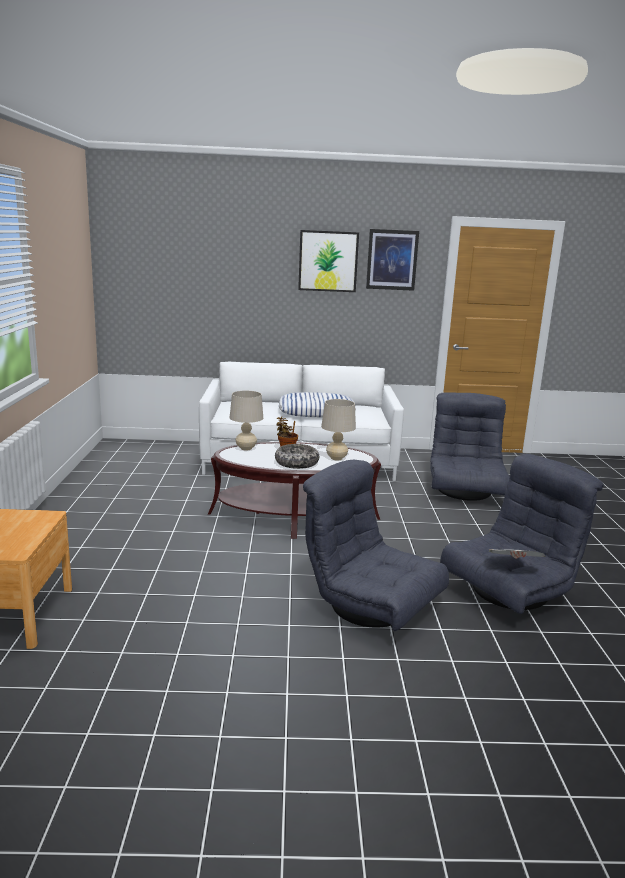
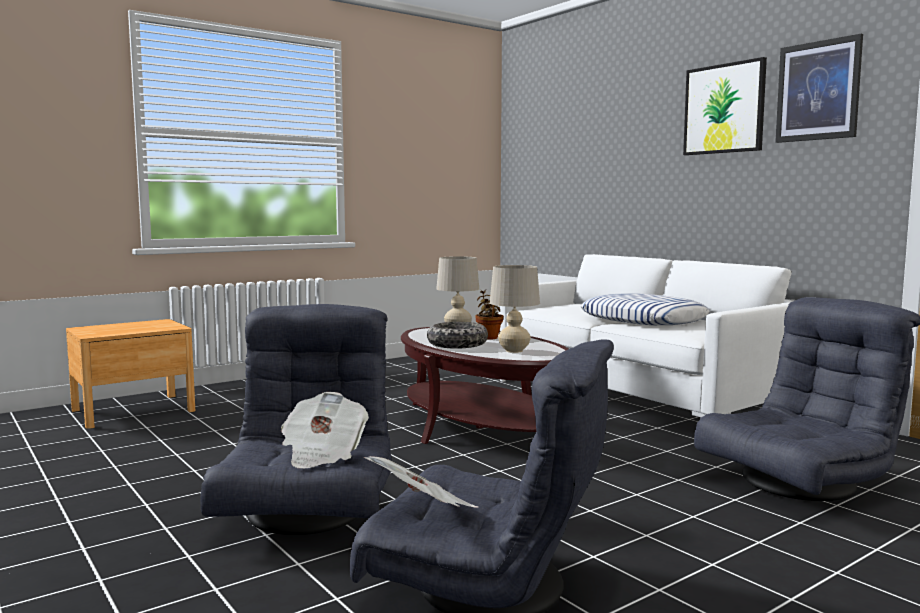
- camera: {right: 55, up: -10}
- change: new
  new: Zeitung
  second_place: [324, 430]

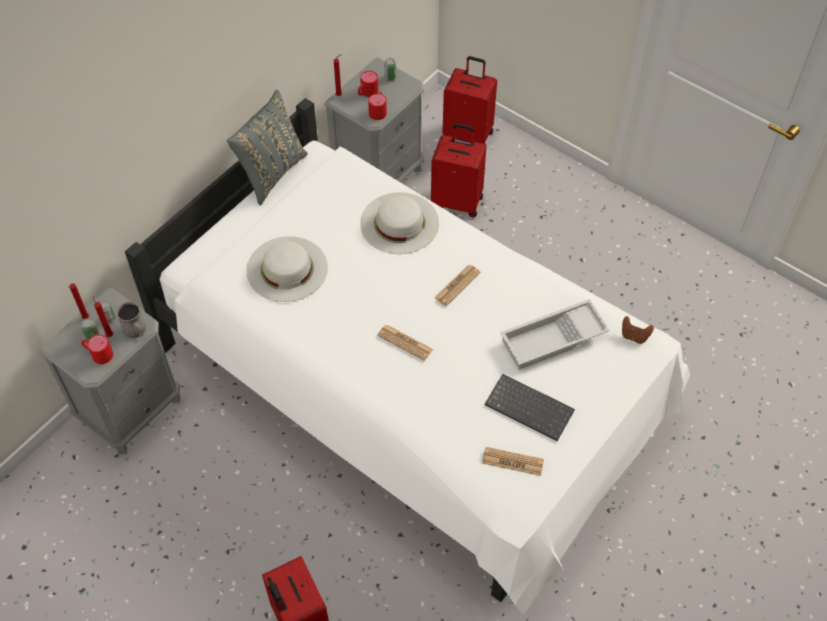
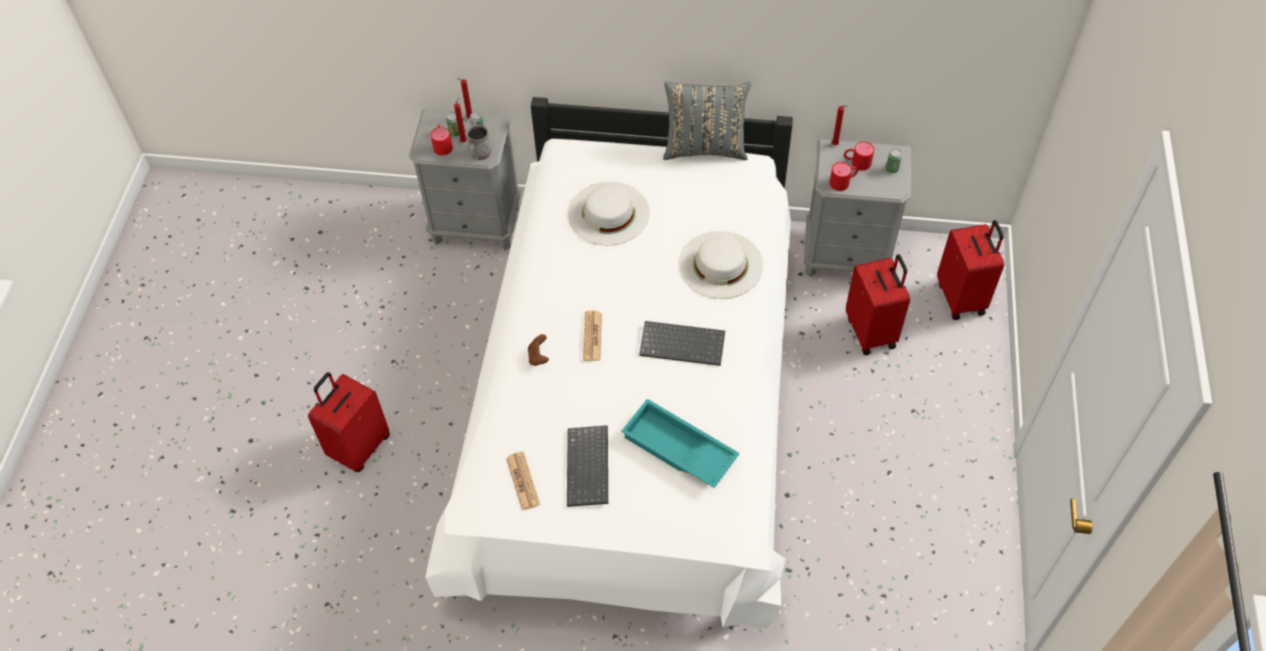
- camera: {right: 60, up: 0}
- change: shifted
  old: Gamepad [braun]
  first_place: [638, 330]
  second_place: [538, 350]
- change: repainted
  old: Tablett [weiß]
  new: Tablett [türkis]
  first_place: [555, 334]
  second_place: [680, 443]
- change: swapped
  old: Zeitung
  new: Tastatur
  first_place: [458, 285]
  second_place: [682, 343]

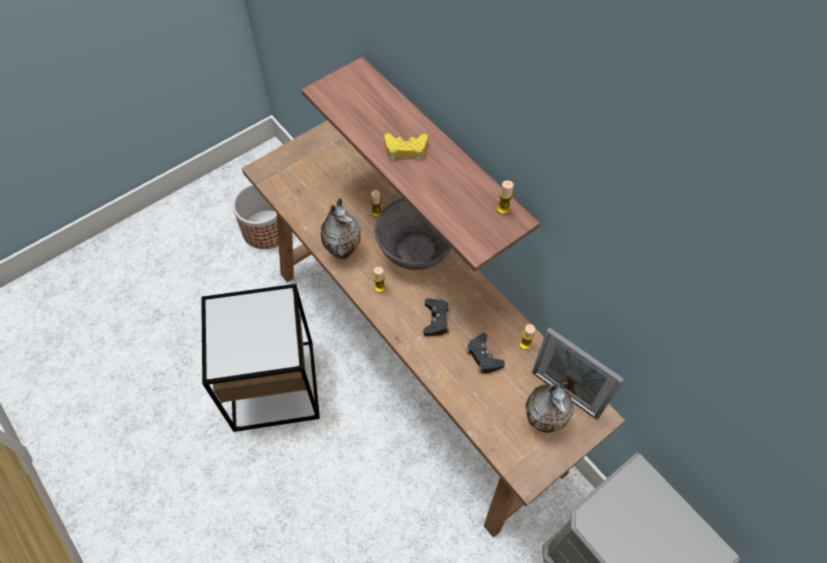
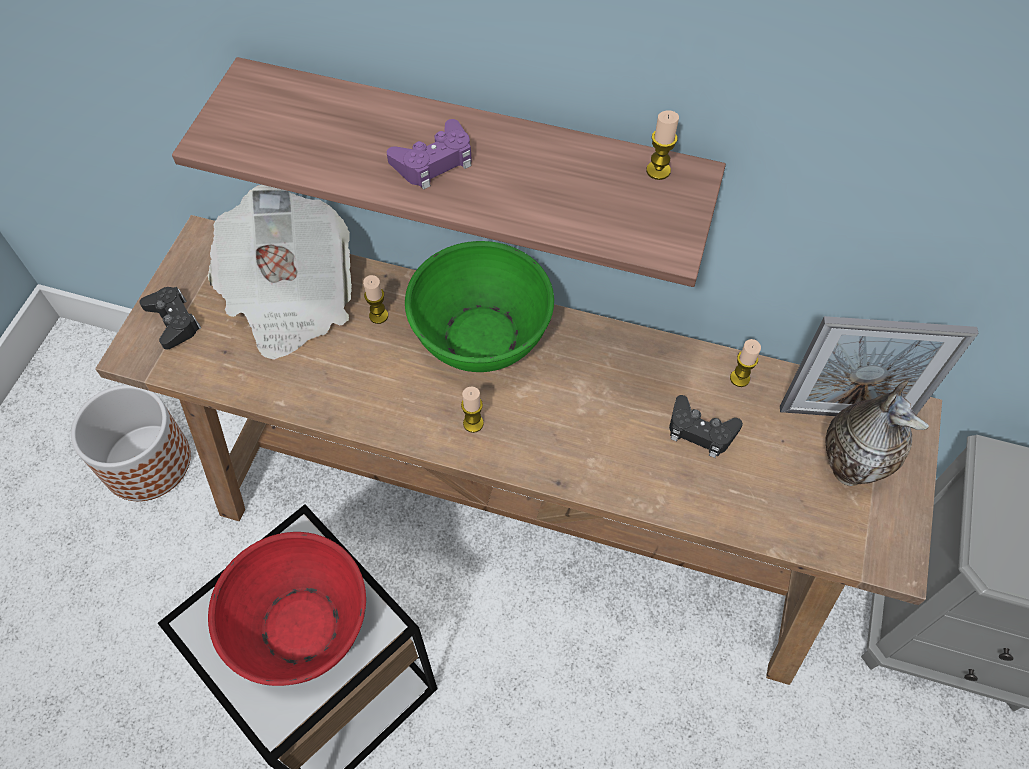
- camera: {right: -35, up: 0}
- change: shifted
  old: Gamepad [schwarz]
  first_place: [436, 317]
  second_place: [170, 318]
- change: new
  new: Zeitung
  second_place: [279, 272]
- change: new
  new: Schüssel [rot]
  second_place: [287, 609]
- change: repainted
  old: Gamepad [gelb]
  new: Gamepad [lila]
  first_place: [406, 147]
  second_place: [429, 154]
- change: repainted
  old: Schüssel [grau]
  new: Schüssel [grün]
  first_place: [413, 234]
  second_place: [479, 306]
- change: gone
  old: Vase
  first_place: [341, 229]

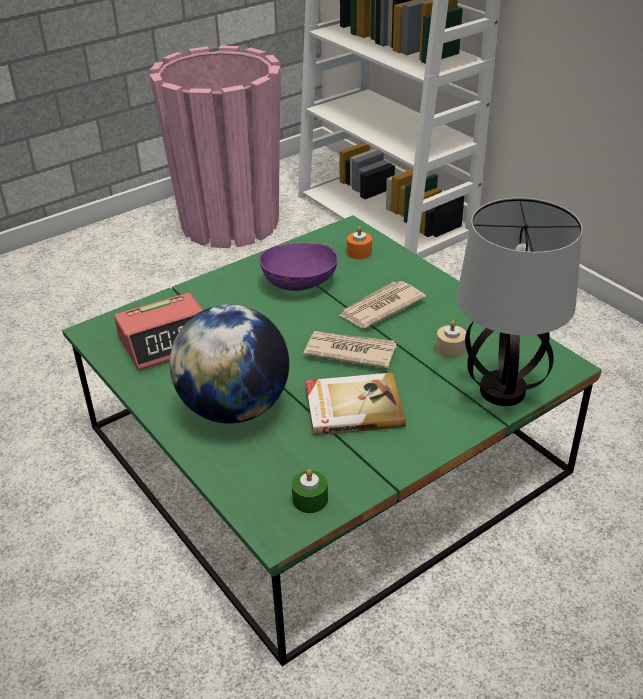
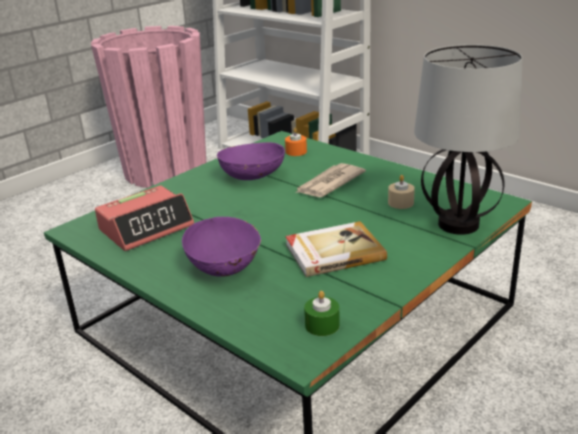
- camera: {right: -10, up: -10}
- change: swapped
  old: Globus
  new: Schüssel [lila]
  first_place: [229, 364]
  second_place: [221, 247]
- change: gone
  old: Zeitung
  first_place: [350, 349]

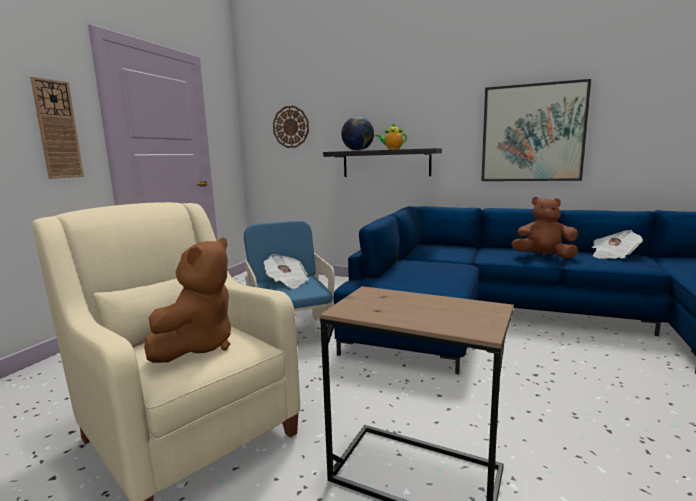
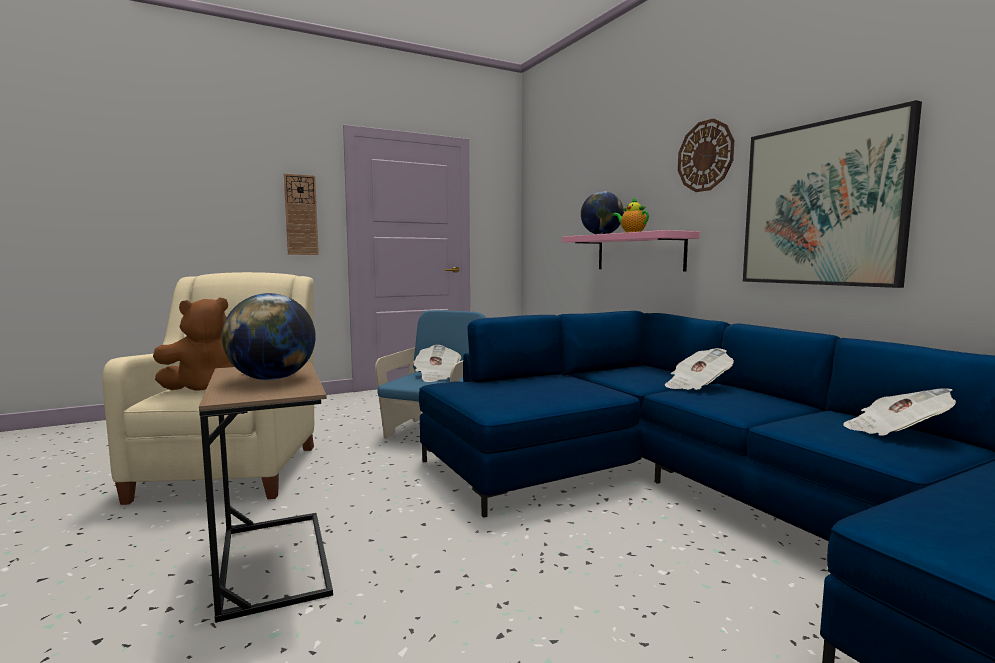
- camera: {right: 40, up: -5}
- change: new
  new: Globus
  second_place: [269, 336]
- change: repainted
  old: Wandregal [schwarz]
  new: Wandregal [rosa]
  first_place: [382, 162]
  second_place: [631, 250]
- change: new
  new: Zeitung
  second_place: [699, 369]
- change: shifted
  old: Wanduhr
  first_place: [291, 127]
  second_place: [706, 155]
- change: gone
  old: Plüschtier [braun]
  first_place: [544, 227]

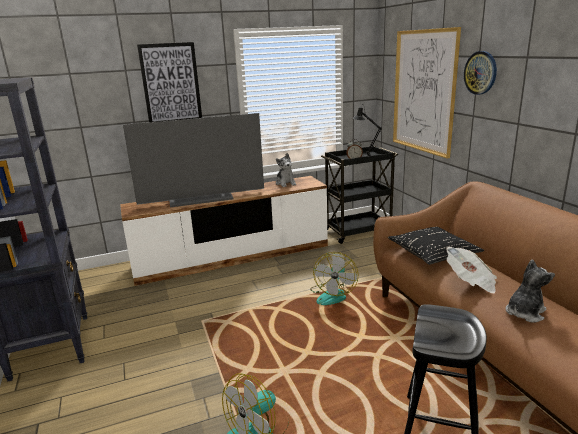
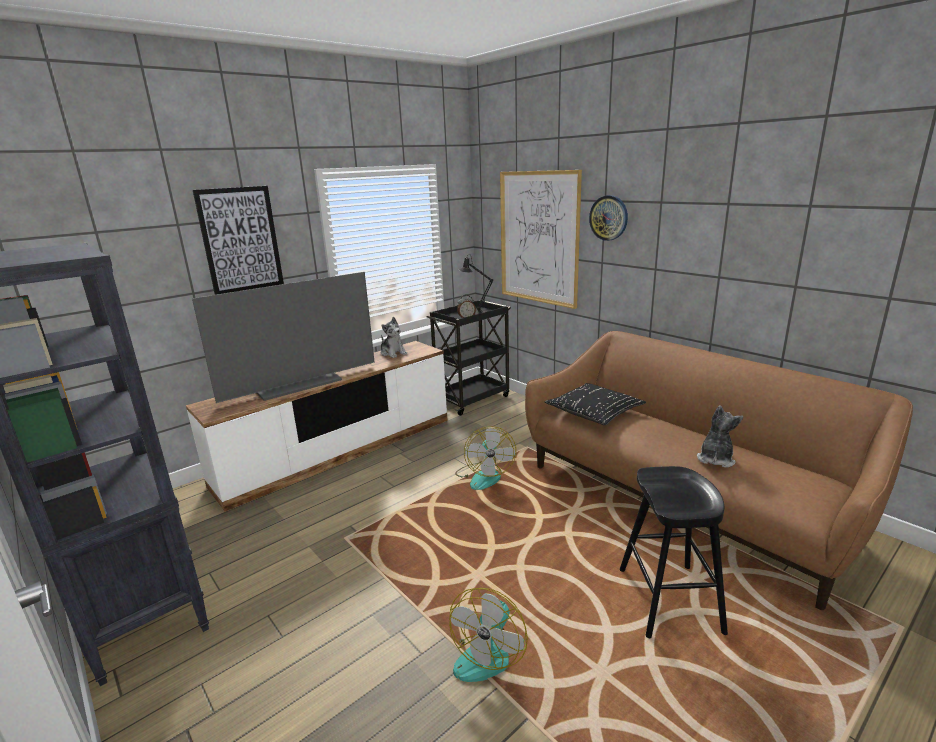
- camera: {right: -20, up: 0}
- change: gone
  old: Zeitung
  first_place: [471, 270]

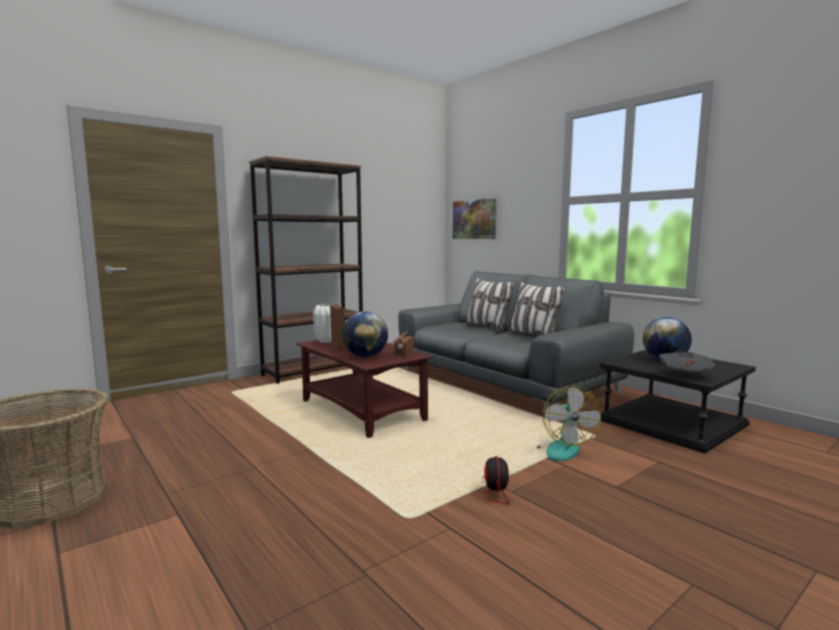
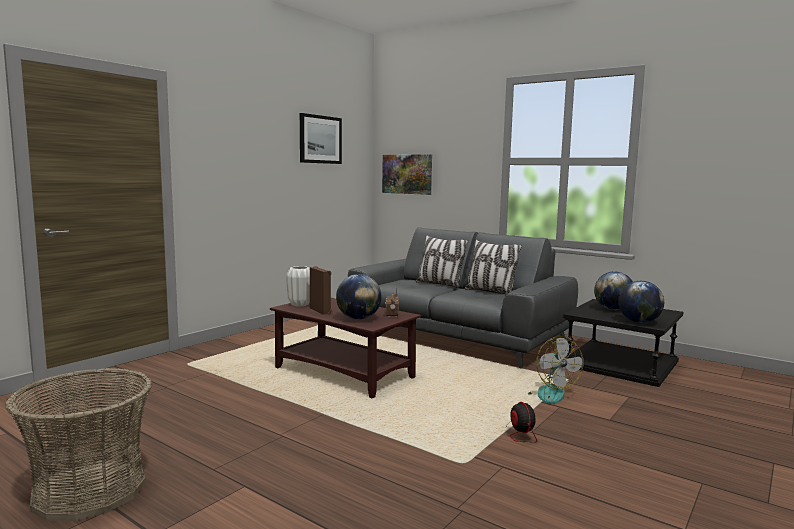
- camera: {right: -15, up: 0}
- change: new
  new: Bild
  second_place: [321, 138]
- change: swapped
  old: Zeitung
  new: Globus
  first_place: [687, 361]
  second_place: [641, 302]
- change: gone
  old: Bücherregal [braun]
  first_place: [306, 270]

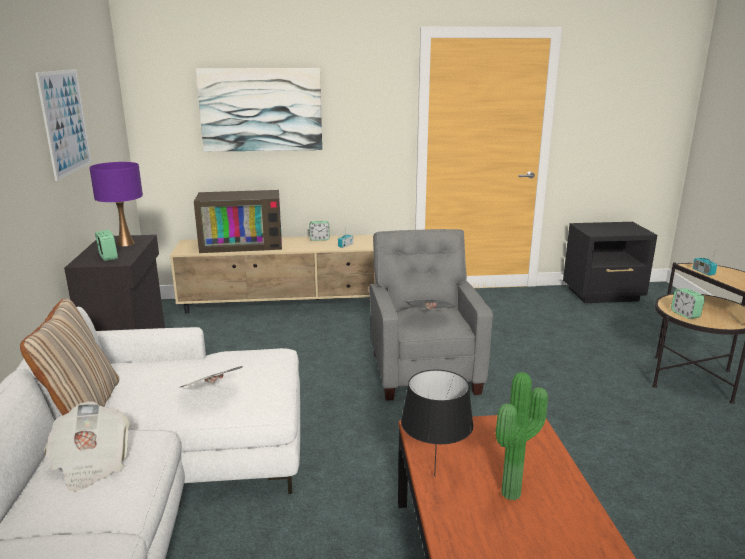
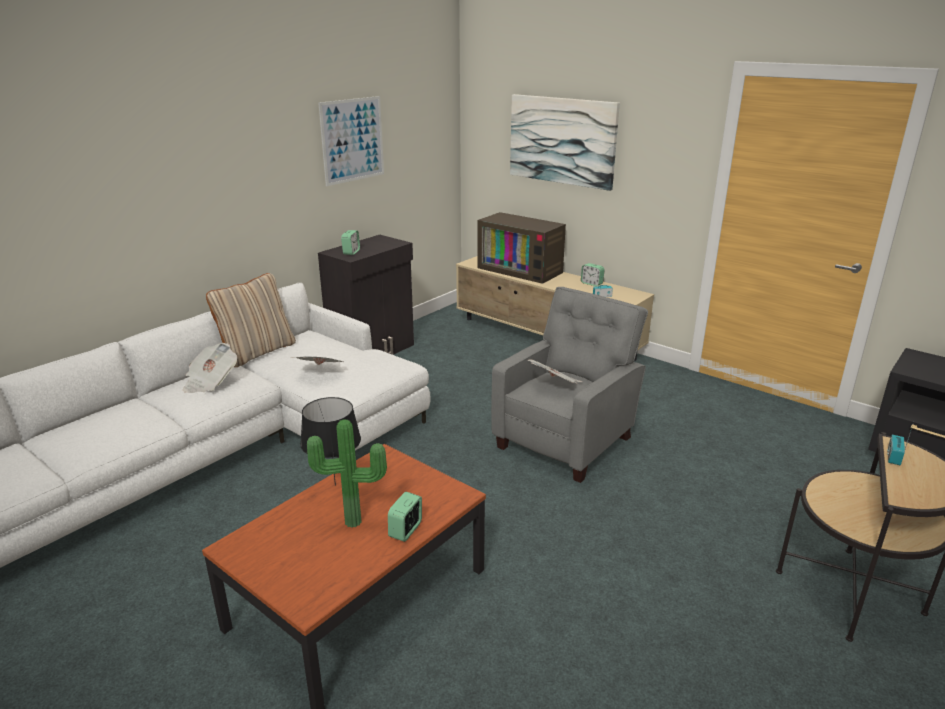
- camera: {right: 45, up: 5}
- change: shifted
  old: Wecker
  first_place: [688, 303]
  second_place: [405, 517]
- change: gone
  old: Tischlampe [lila]
  first_place: [116, 204]

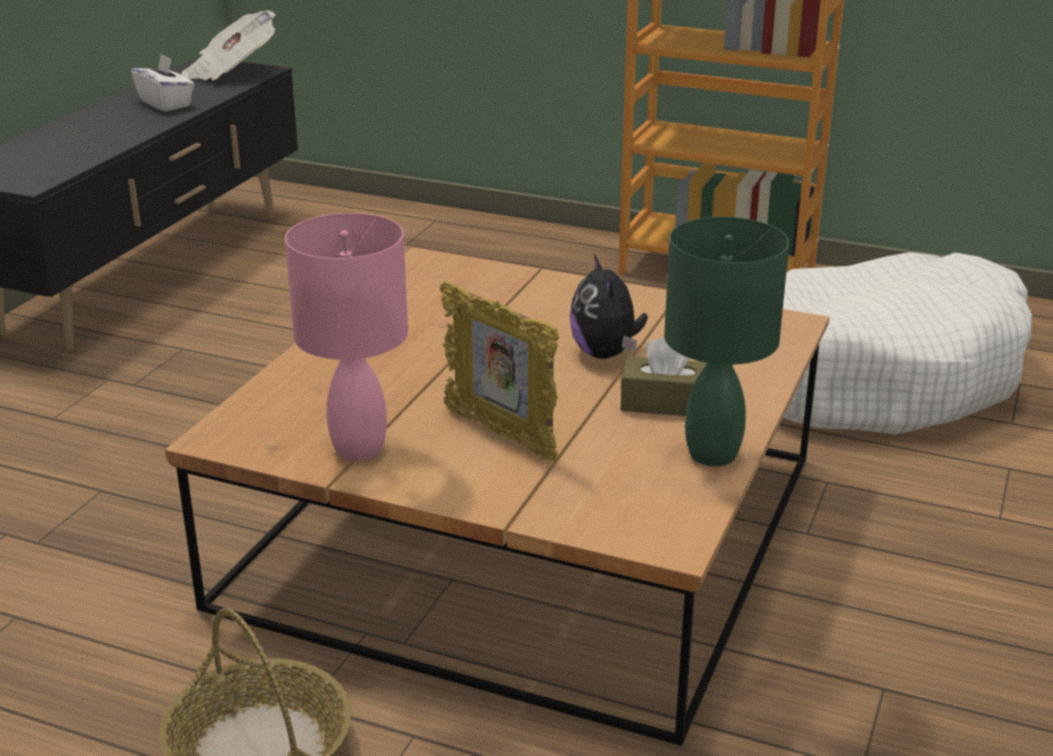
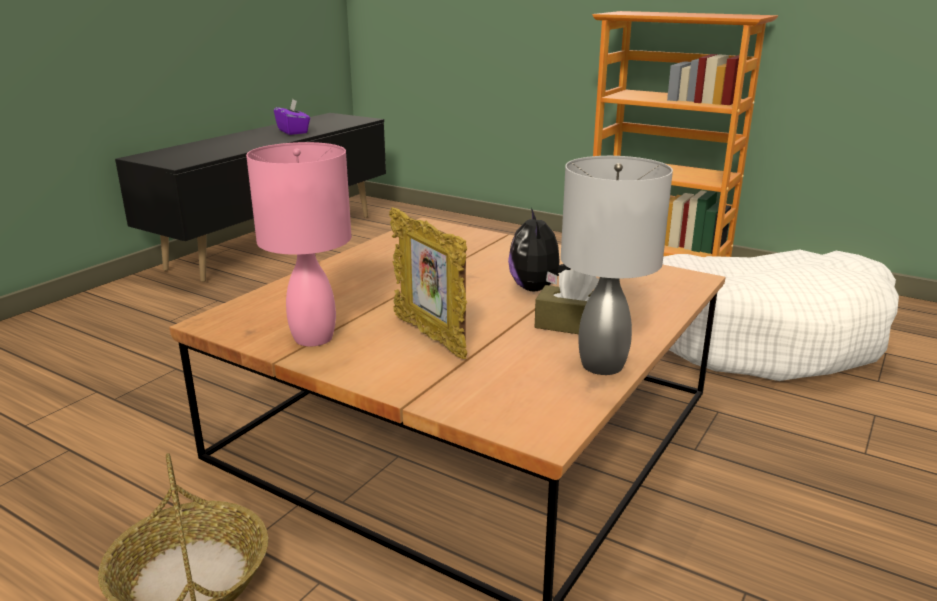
- camera: {right: 10, up: -5}
- change: repainted
  old: Taschentuchbox [weiß]
  new: Taschentuchbox [lila]
  first_place: [162, 83]
  second_place: [292, 117]
- change: repainted
  old: Tischlampe [grün]
  new: Tischlampe [grau]
  first_place: [726, 341]
  second_place: [617, 265]
- change: gone
  old: Zeitung
  first_place: [229, 45]

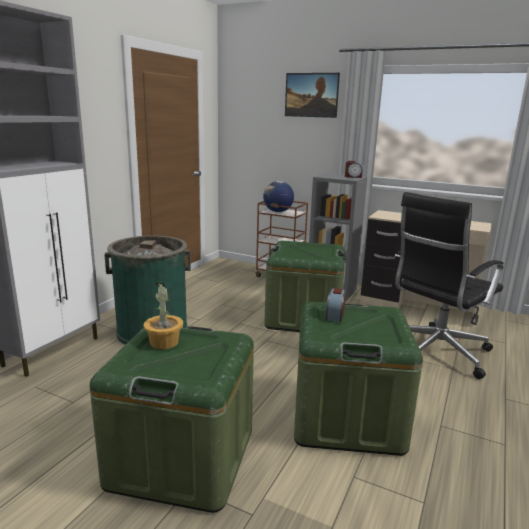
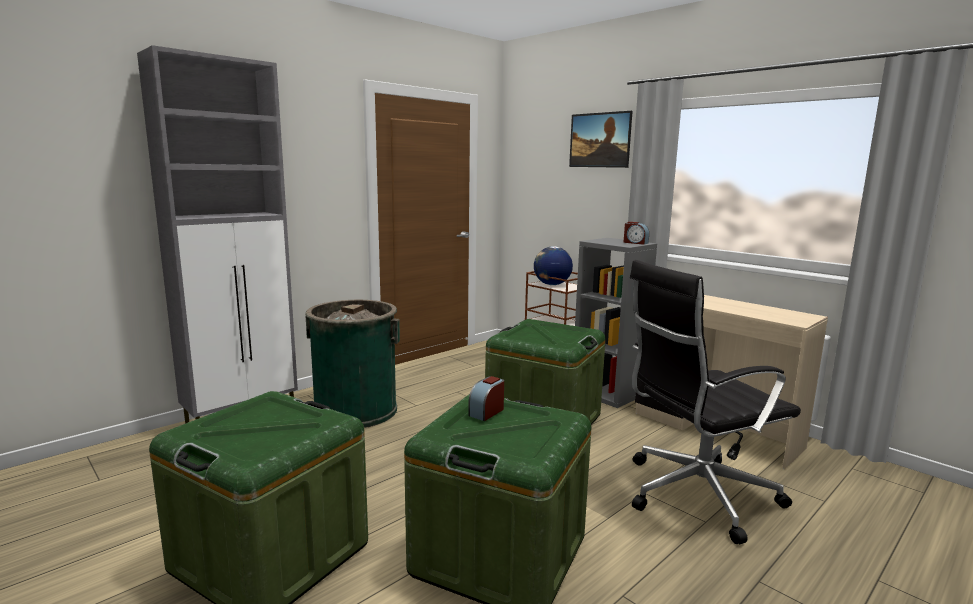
- camera: {right: 20, up: -5}
- change: gone
  old: Topfpflanze
  first_place: [163, 316]

